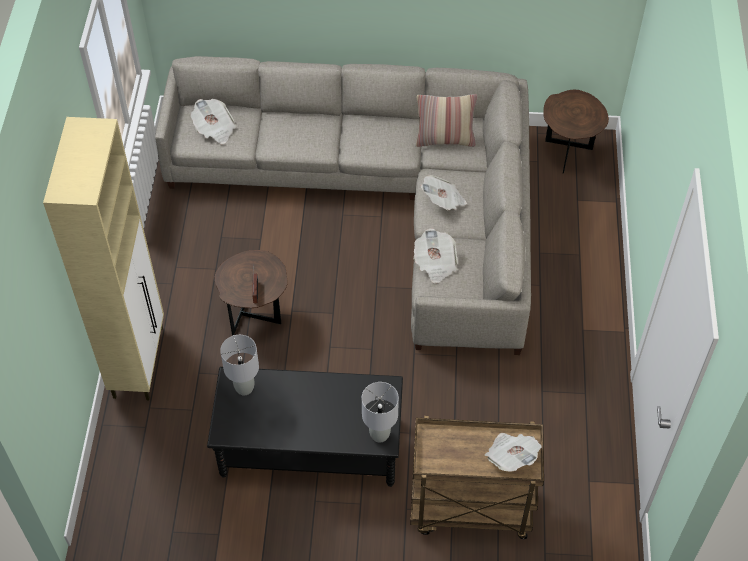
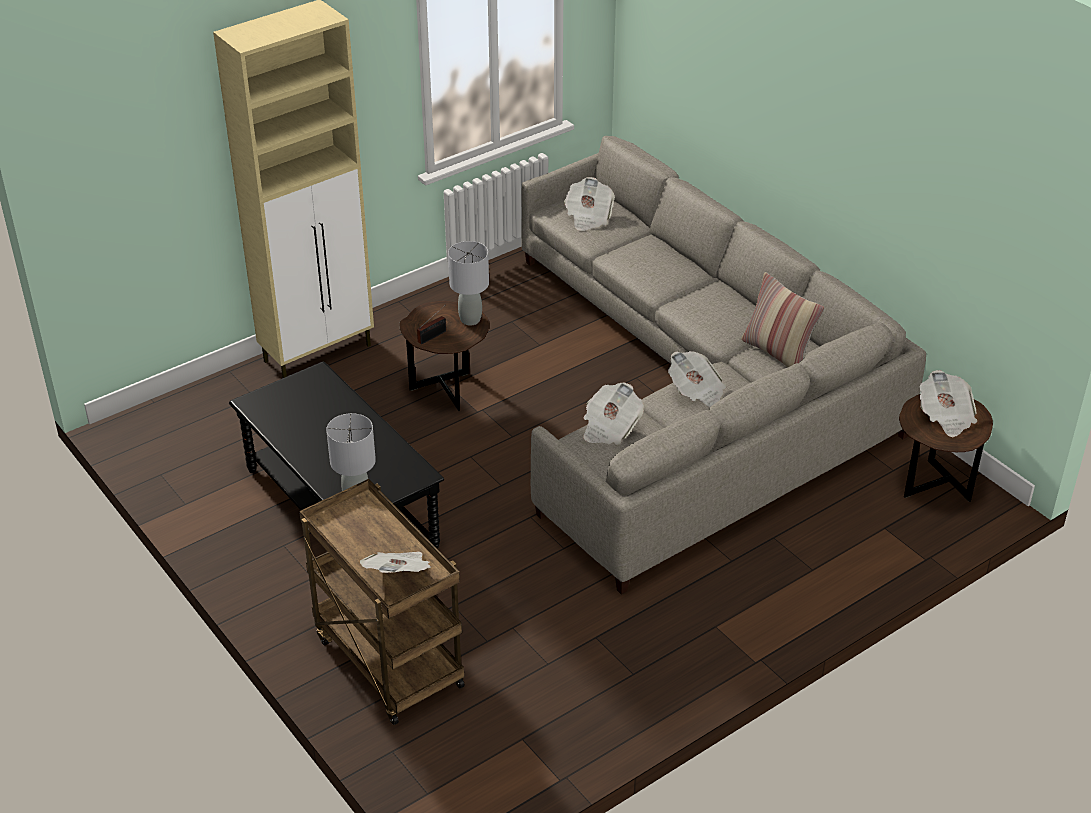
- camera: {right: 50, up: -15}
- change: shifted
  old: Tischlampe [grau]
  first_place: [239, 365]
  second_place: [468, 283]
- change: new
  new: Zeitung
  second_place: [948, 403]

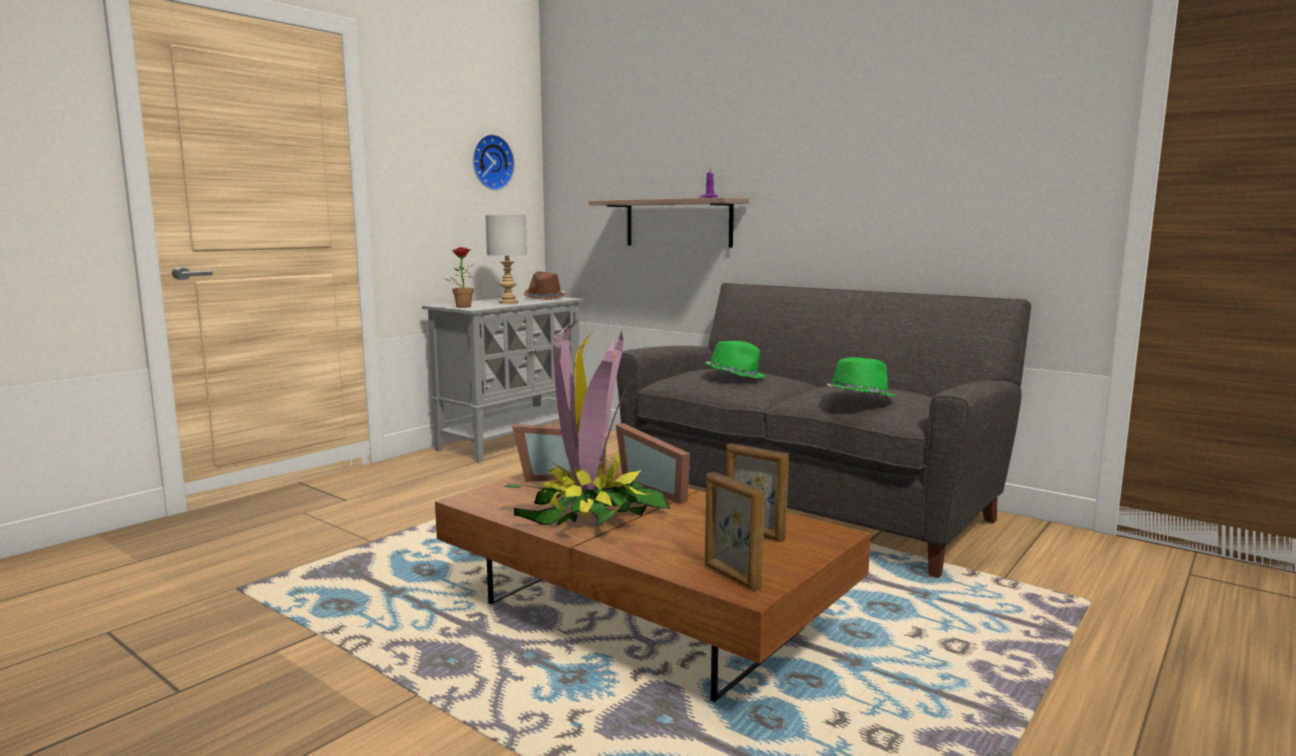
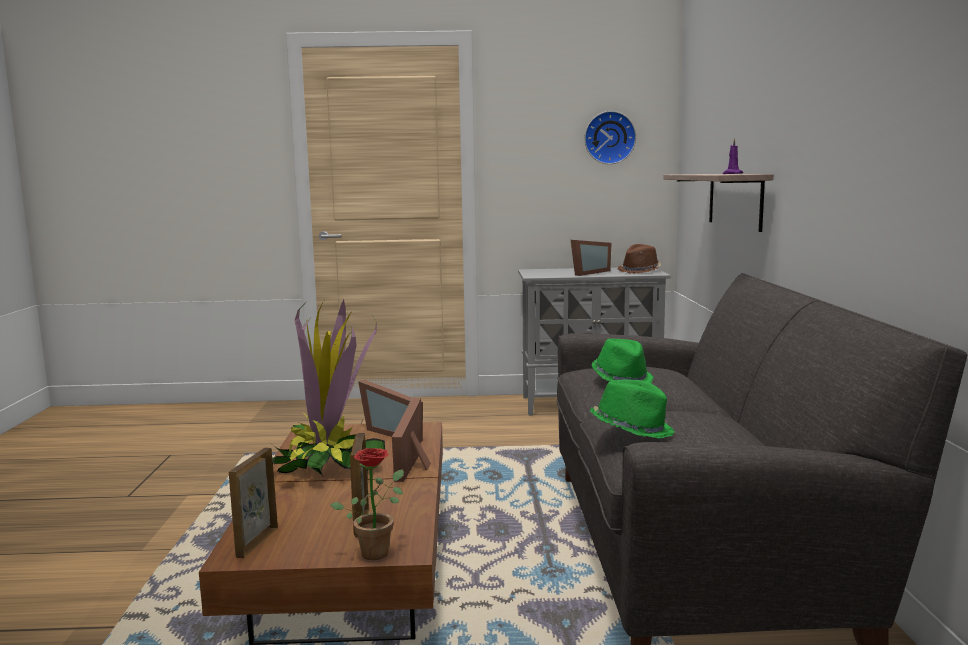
- camera: {right: 50, up: 0}
- change: shifted
  old: Topfpflanze
  first_place: [459, 277]
  second_place: [367, 504]
- change: swapped
  old: Tischlampe [grau]
  new: Bilderrahmen
  first_place: [506, 259]
  second_place: [591, 258]

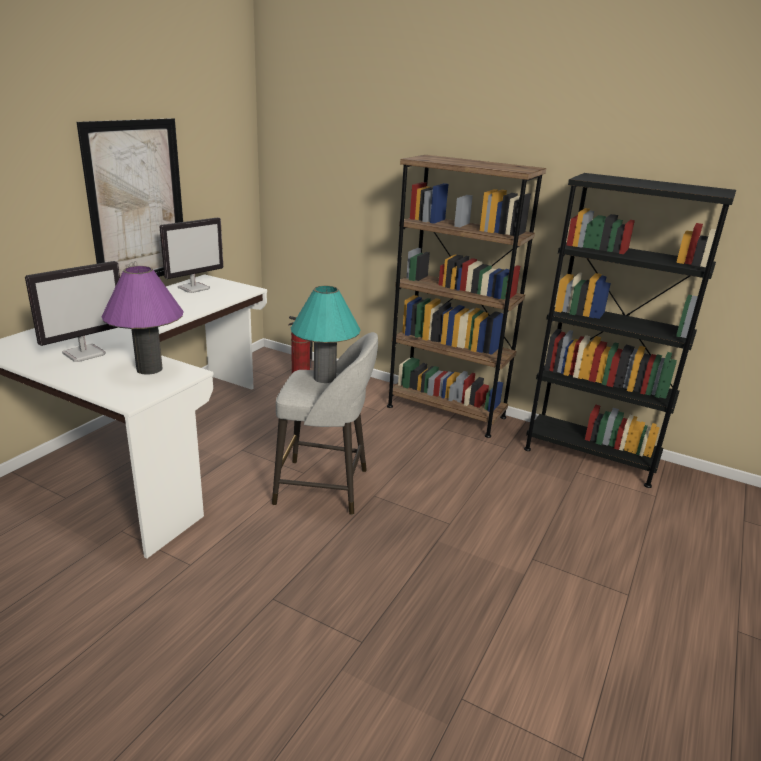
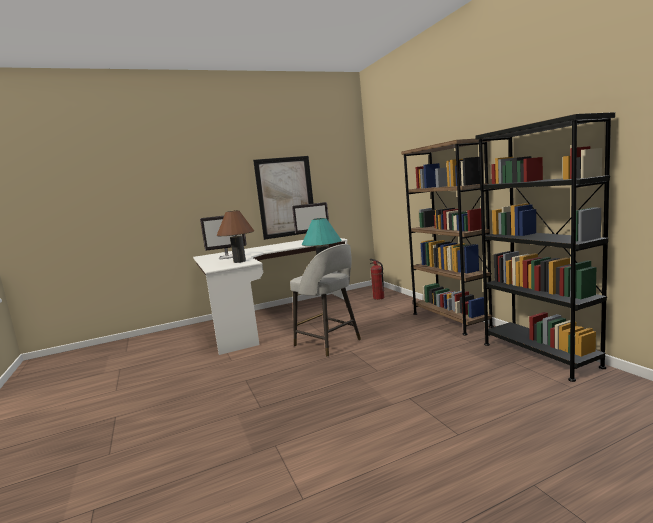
- camera: {right: 40, up: -15}
- change: repainted
  old: Tischlampe [lila]
  new: Tischlampe [braun]
  first_place: [142, 320]
  second_place: [235, 236]

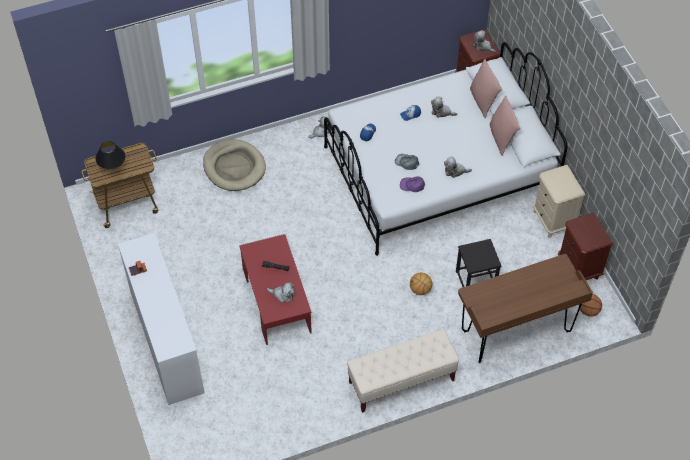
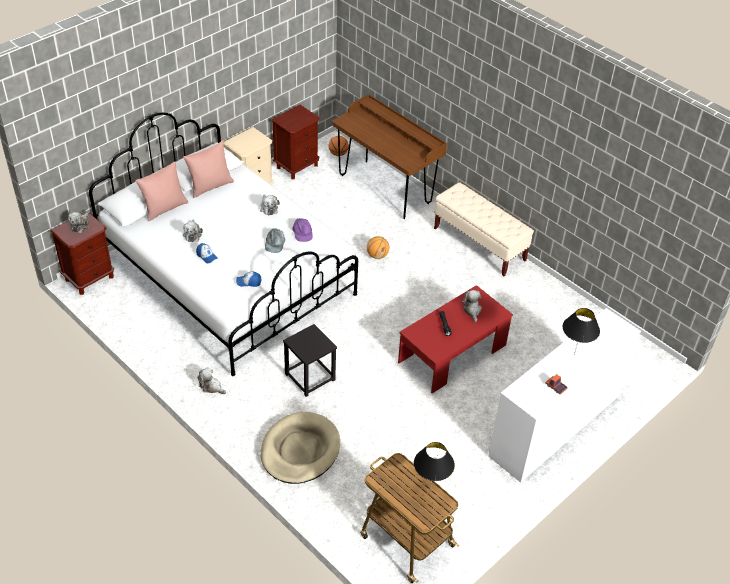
- camera: {right: -115, up: -10}
- change: shifted
  old: Hocker [schwarz]
  first_place: [478, 263]
  second_place: [310, 360]
- change: new
  new: Tischlampe [schwarz]
  second_place: [581, 331]

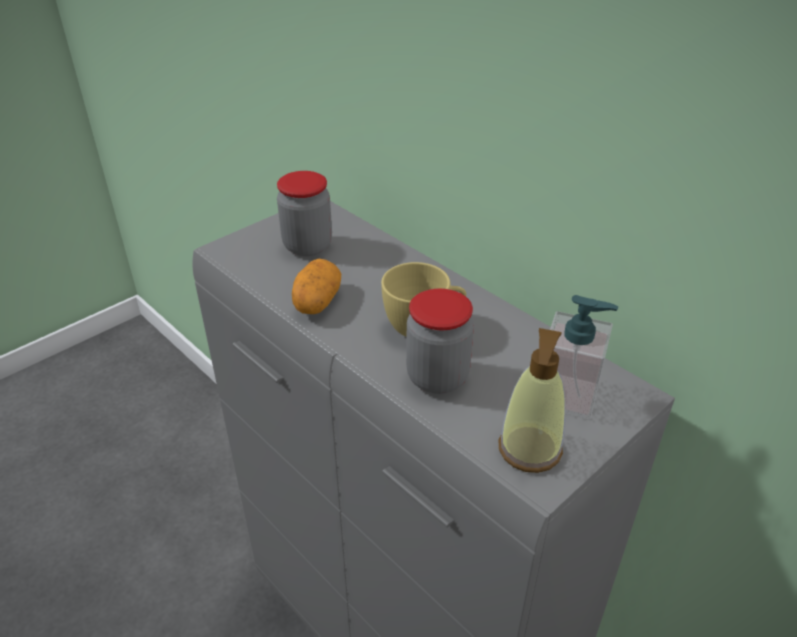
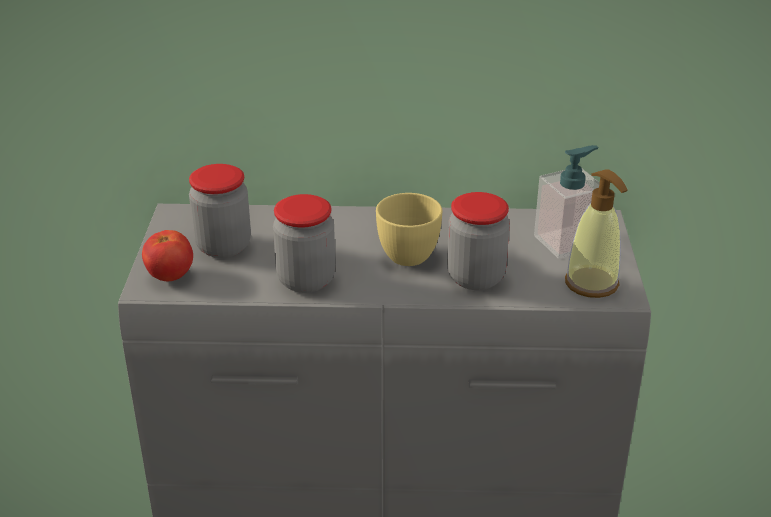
- camera: {right: -45, up: -5}
- change: new
  new: Tomate
  second_place: [167, 255]
- change: swapped
  old: Kartoffel
  new: Vorratsglas
  first_place: [316, 286]
  second_place: [304, 243]

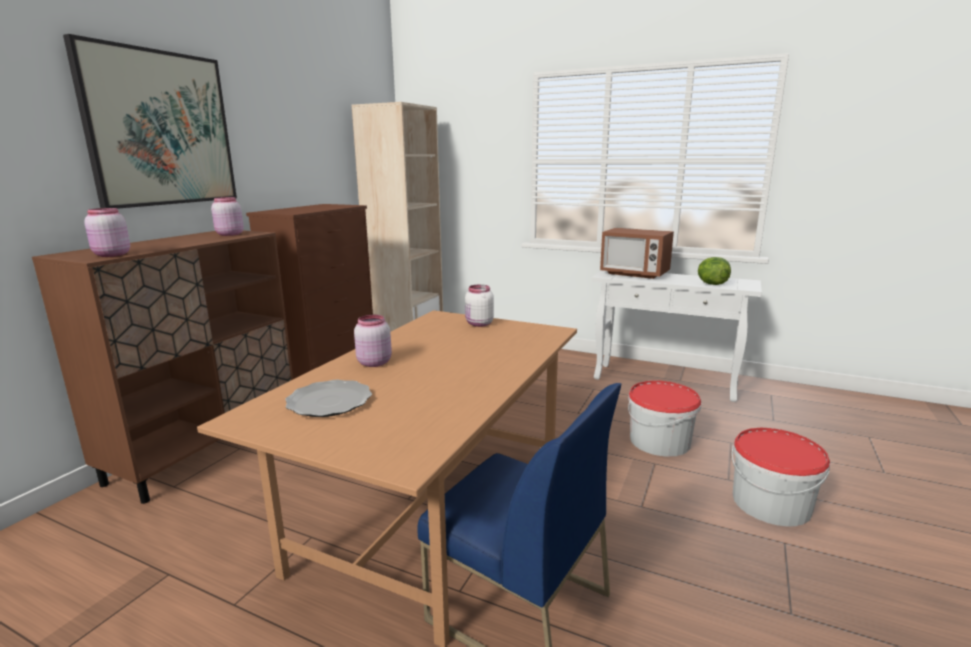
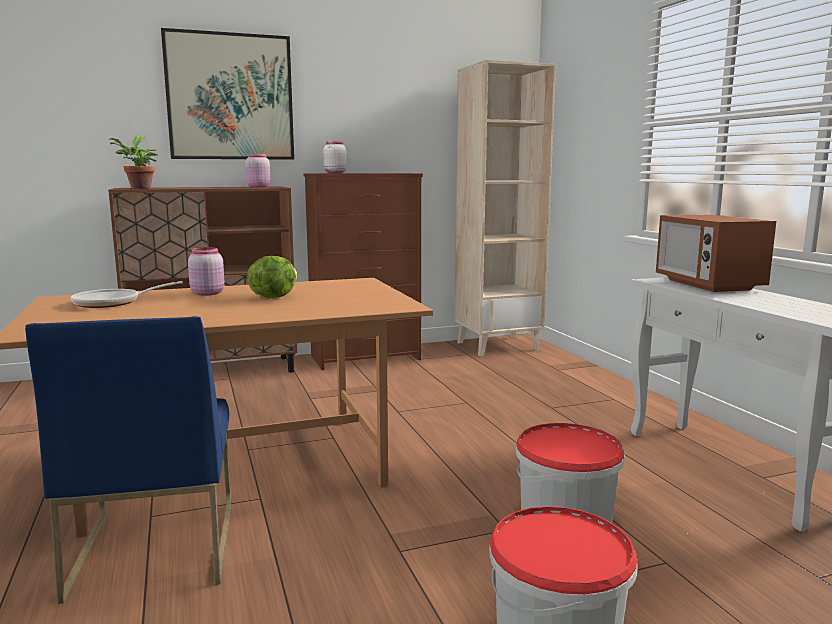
- camera: {right: 45, up: -5}
- change: swapped
  old: Teller
  new: Pfanne
  first_place: [328, 398]
  second_place: [127, 294]
- change: swapped
  old: Vorratsglas [rosa]
  new: Topfpflanze
  first_place: [107, 232]
  second_place: [133, 162]
- change: shifted
  old: Salatkopf
  first_place: [714, 271]
  second_place: [272, 277]
- change: shifted
  old: Vorratsglas [weiß]
  first_place: [479, 305]
  second_place: [335, 157]

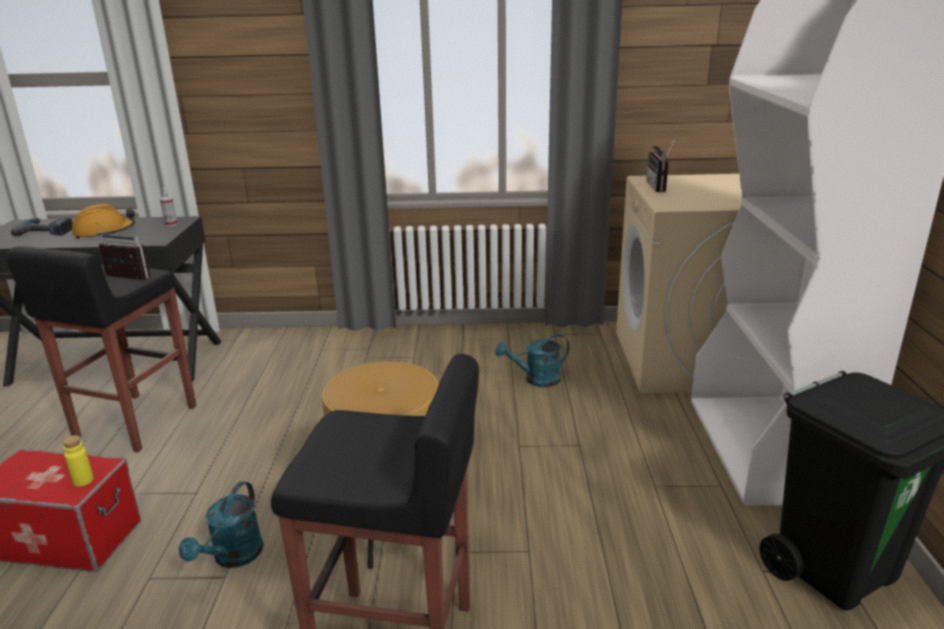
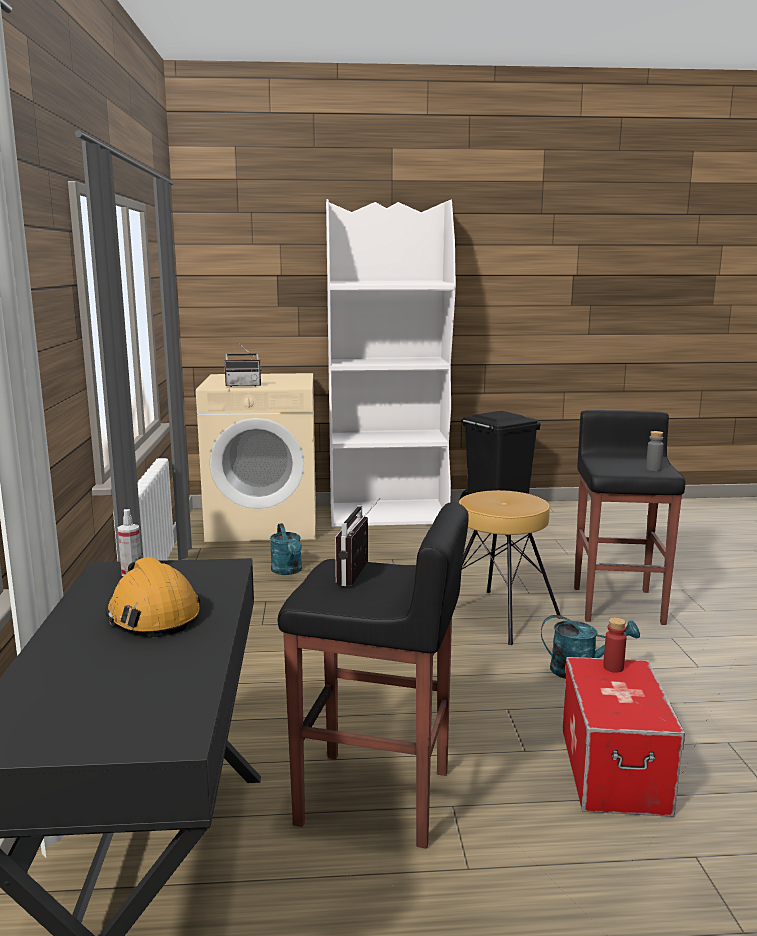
- camera: {right: -95, up: -10}
- change: repainted
  old: Flasche [gelb]
  new: Flasche [rot]
  first_place: [78, 461]
  second_place: [615, 645]
- change: new
  new: Flasche [grau]
  second_place: [655, 451]
- change: gone
  old: Bohrmaschine
  first_place: [41, 227]

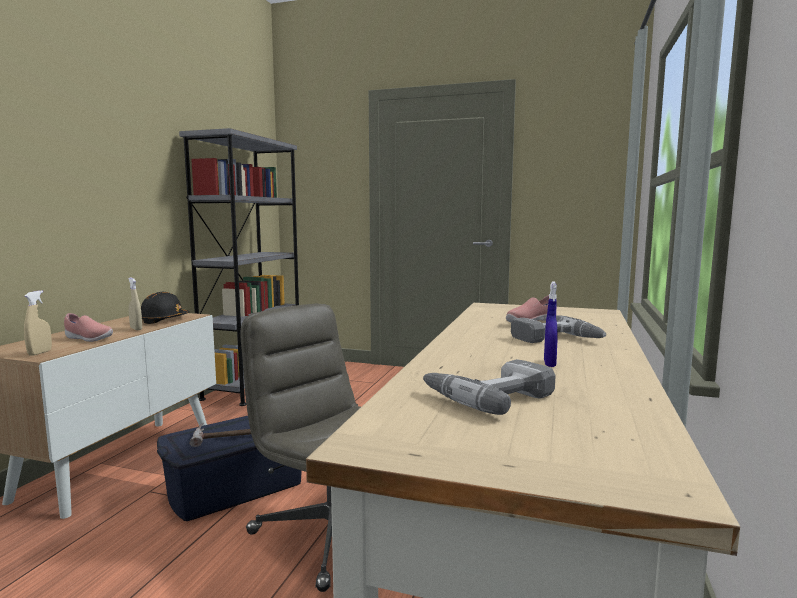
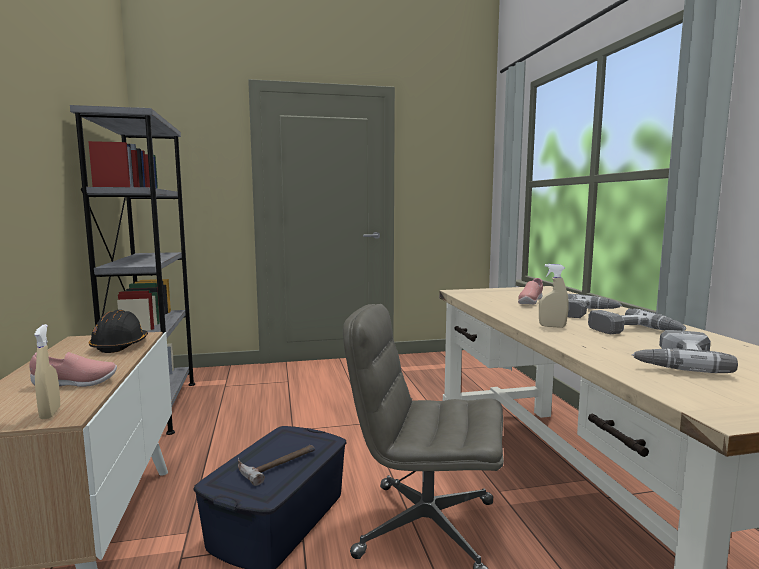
- camera: {right: -30, up: 0}
- change: shifted
  old: Sprühflasche [beige]
  first_place: [135, 304]
  second_place: [554, 296]
- change: swapped
  old: Sprühflasche [blau]
  new: Bohrmaschine
  first_place: [550, 324]
  second_place: [637, 321]

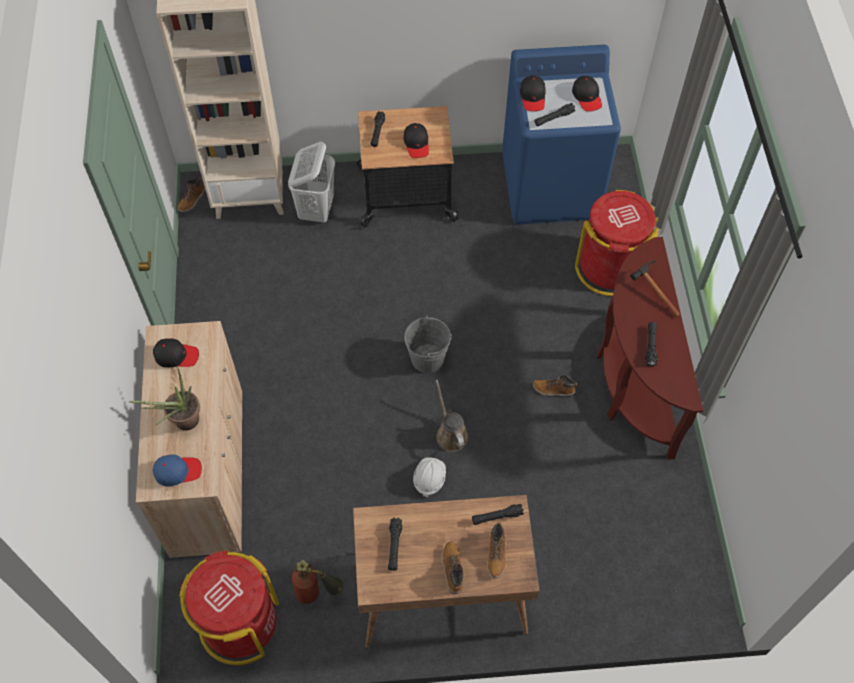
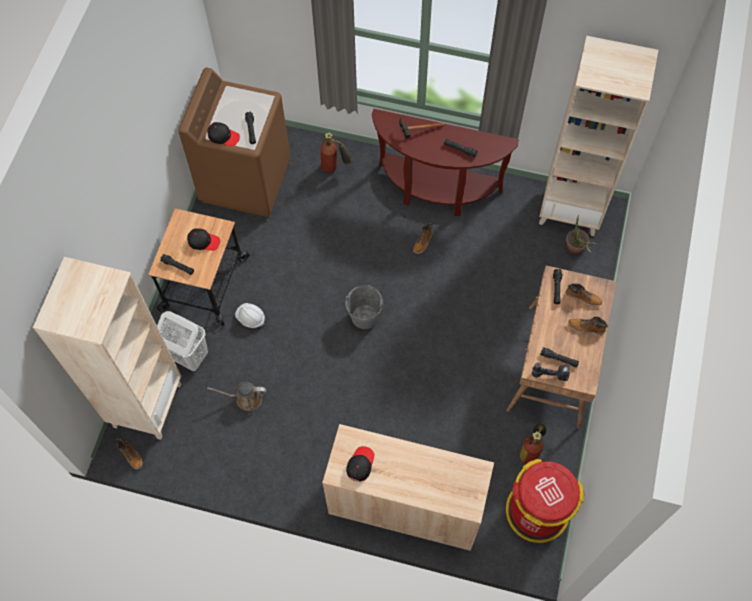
- camera: {right: -70, up: 5}
- change: repainted
  old: Waschmaschine [blau]
  new: Waschmaschine [braun]
  first_place: [561, 135]
  second_place: [234, 142]
- change: shifted
  old: Gießkanne [braun]
  first_place: [451, 416]
  second_place: [236, 396]
- change: shifted
  old: Schutzhelm [weiß]
  first_place: [429, 477]
  second_place: [250, 315]
- change: swapped
  old: Mülleimer [rot]
  new: Feuerlöscher
  first_place: [617, 243]
  second_place: [337, 152]
- change: new
  new: Bohrmaschine
  second_place: [551, 371]
- change: new
  new: Bücherregal [beige]
  second_place: [598, 136]
- change: shifted
  old: Topfpflanze
  first_place: [164, 399]
  second_place: [581, 234]
- change: gone
  old: Kappe [blau]
  first_place: [177, 471]
- change: gone
  old: Kappe [schwarz]
  first_place: [587, 93]

